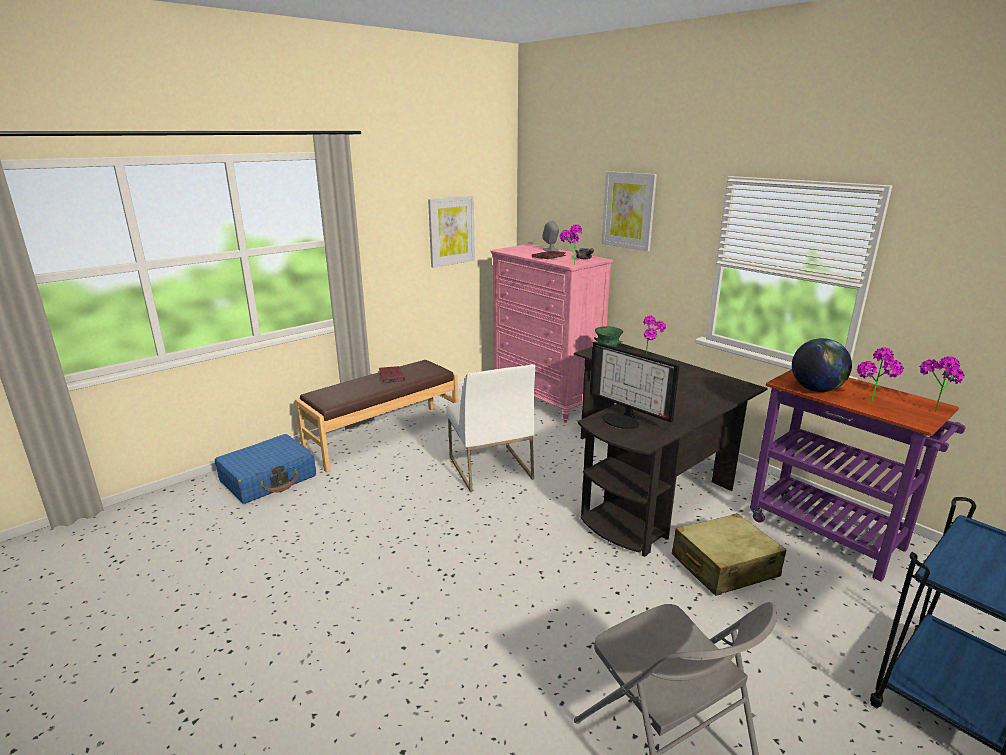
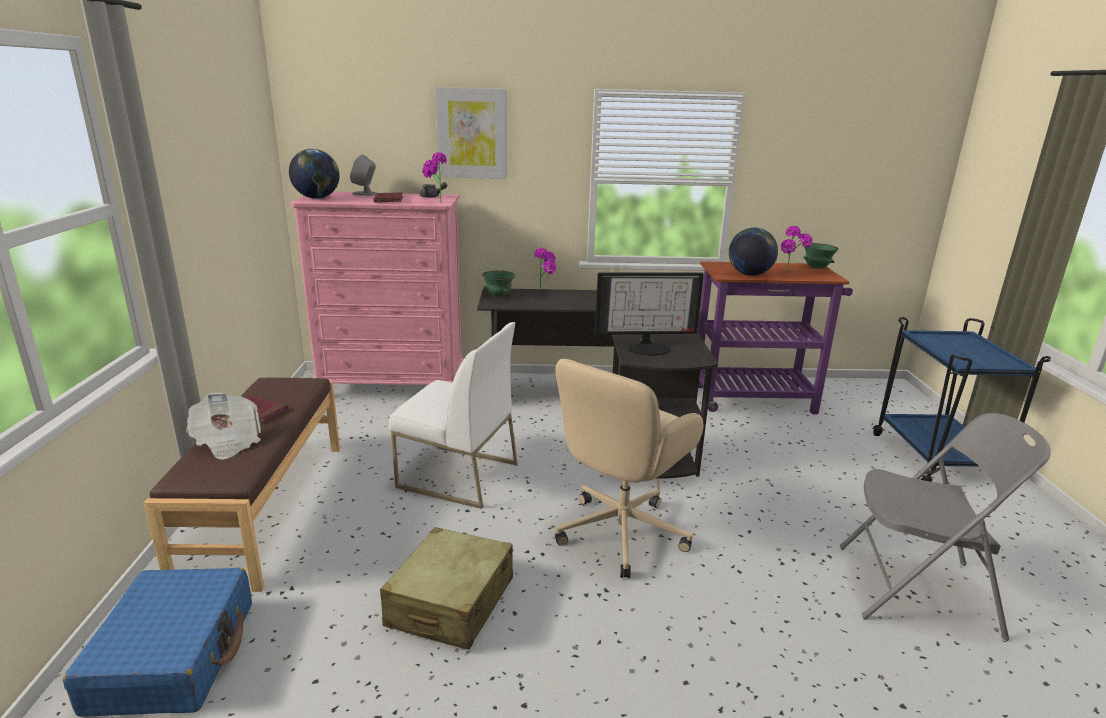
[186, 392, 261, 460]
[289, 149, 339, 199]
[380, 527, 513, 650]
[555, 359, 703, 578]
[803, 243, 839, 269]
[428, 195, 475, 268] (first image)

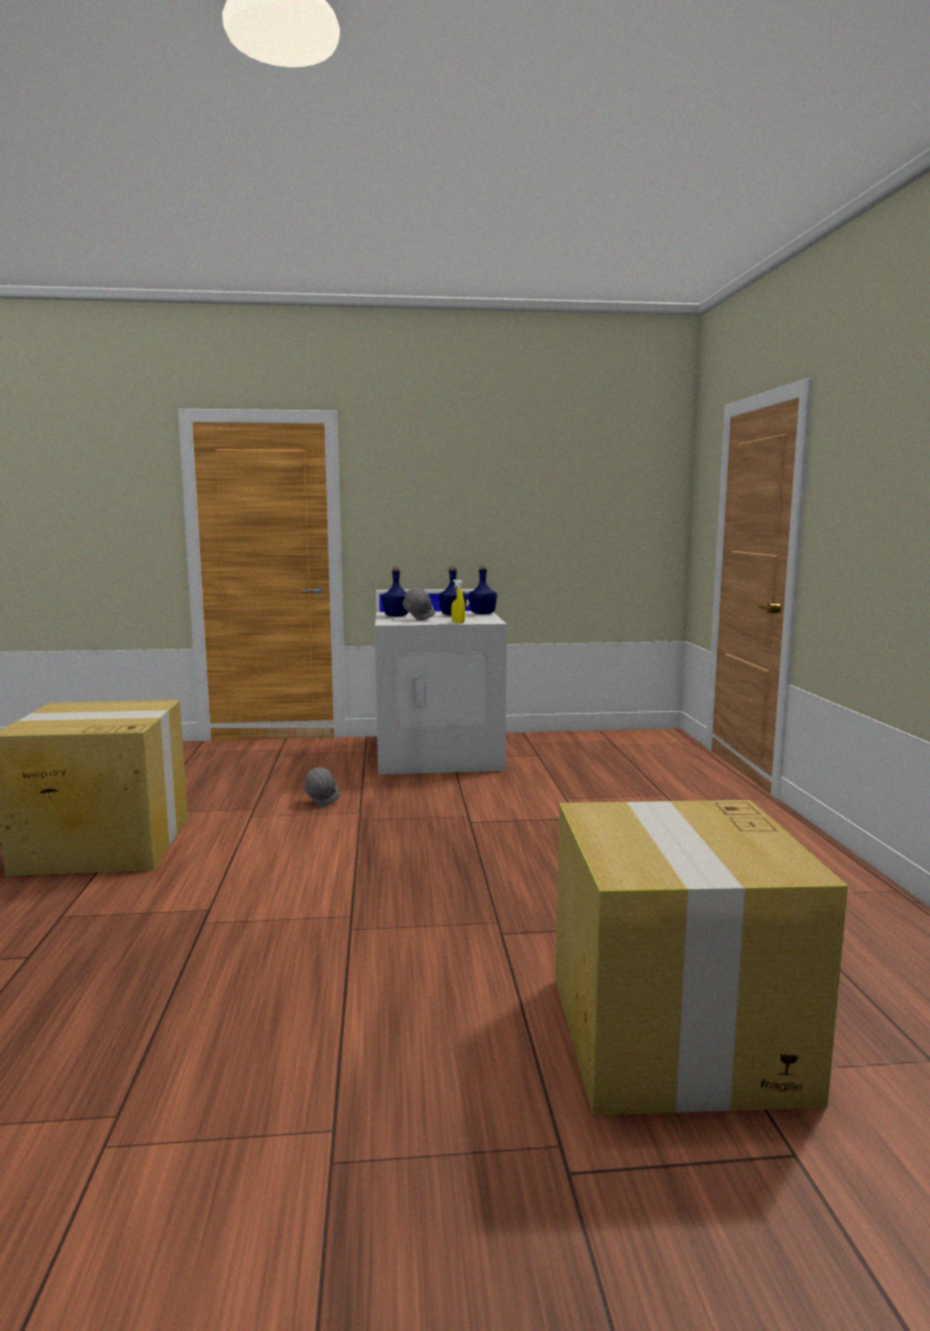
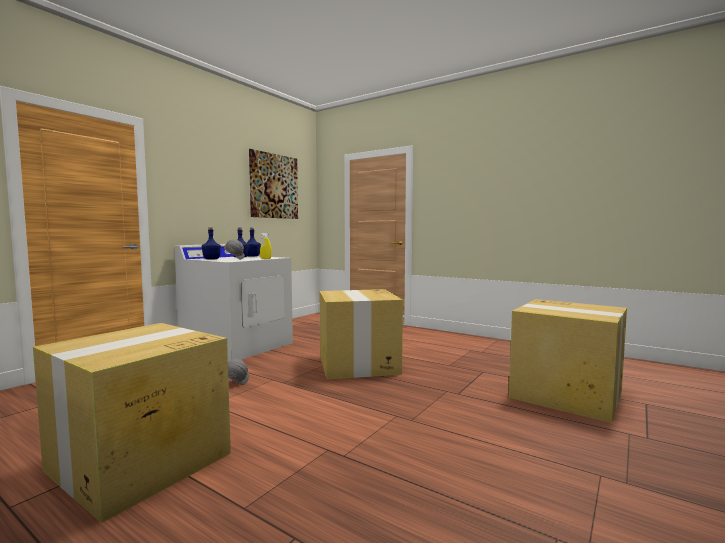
[249, 149, 298, 219]
[320, 289, 403, 380]

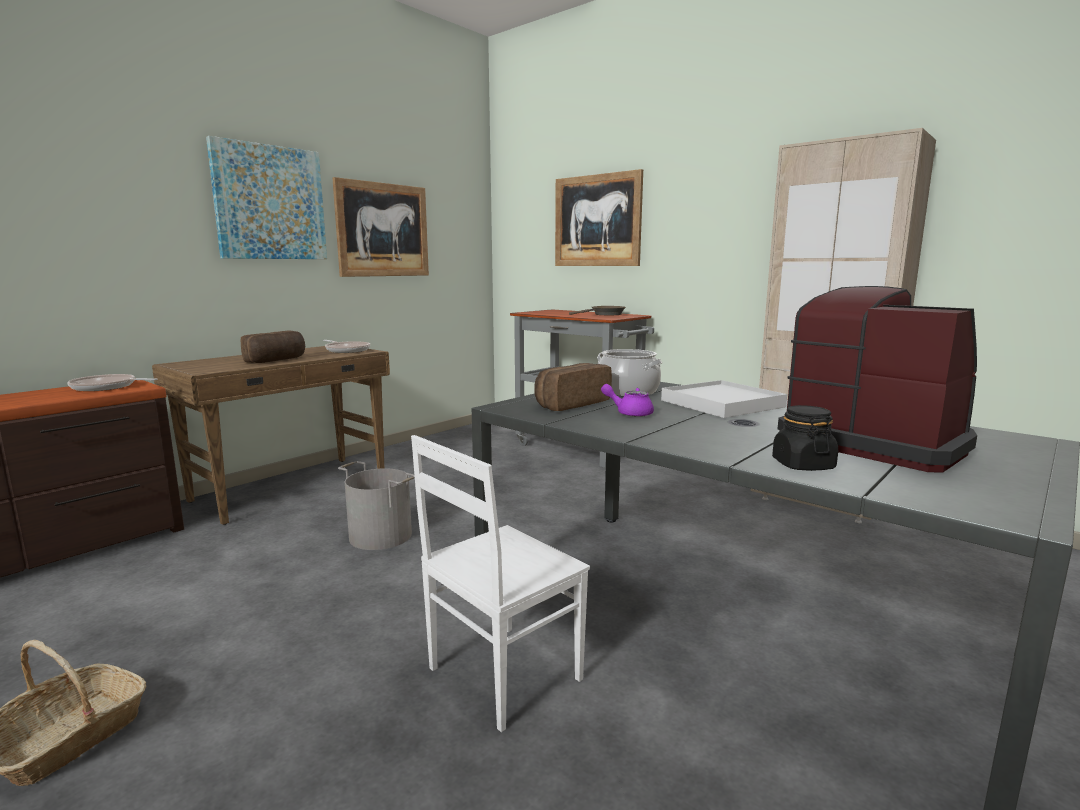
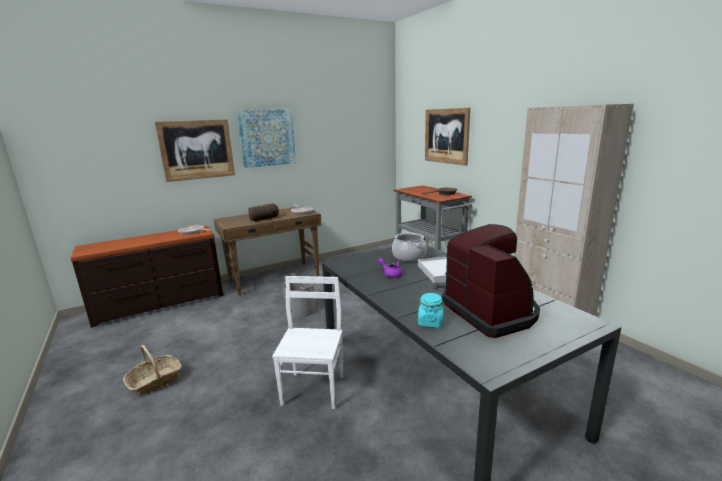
[155, 119, 235, 182]
[272, 276, 343, 409]
[418, 293, 444, 328]
[534, 363, 612, 411] (first image)

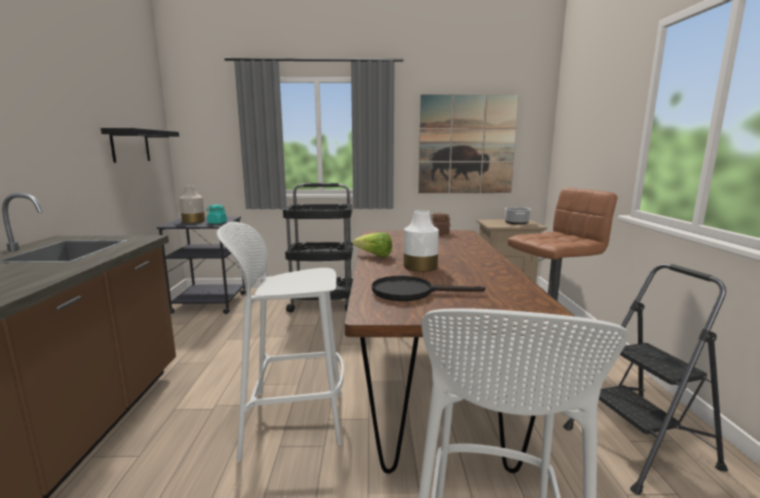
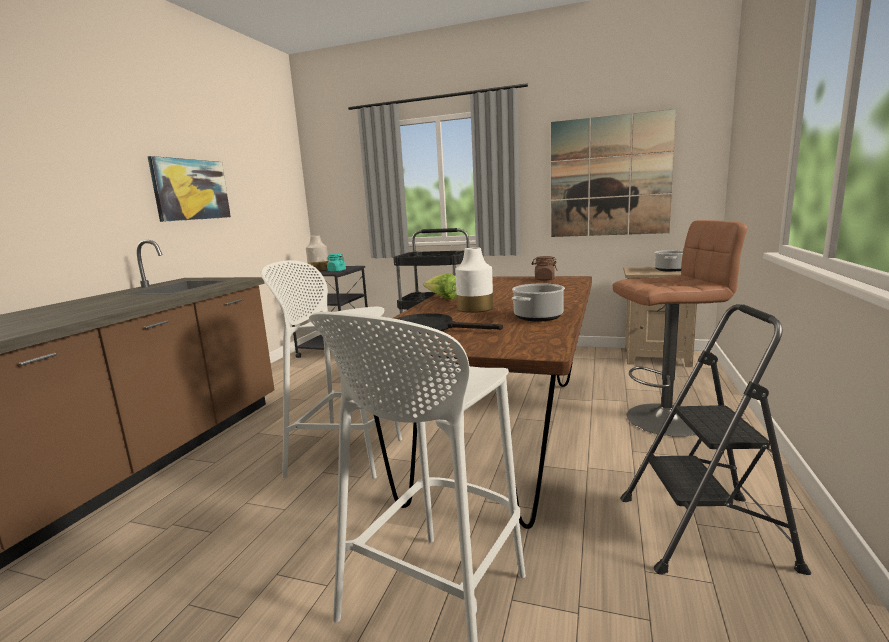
[148, 156, 231, 222]
[512, 283, 565, 322]
[101, 128, 179, 163] (first image)

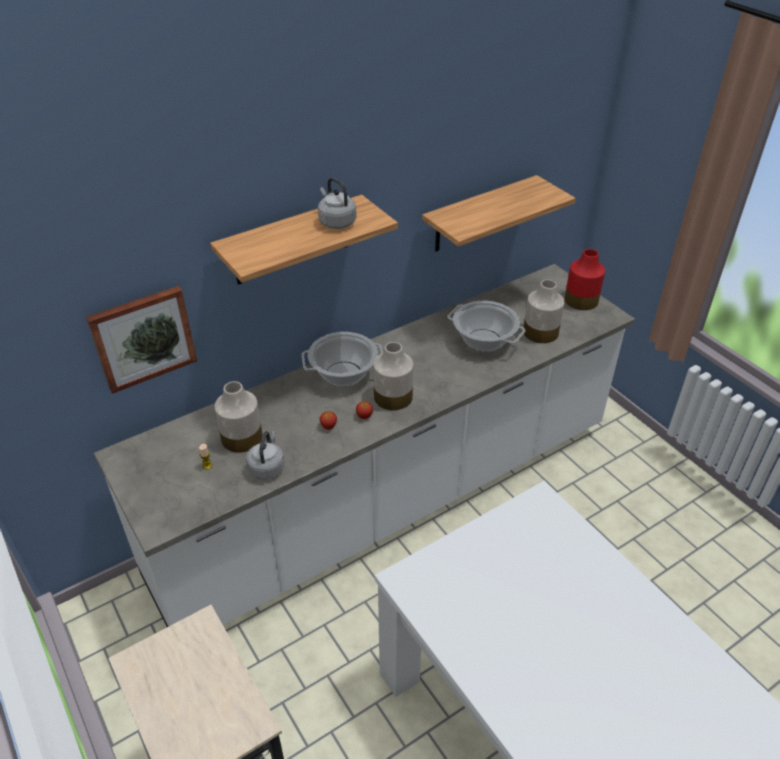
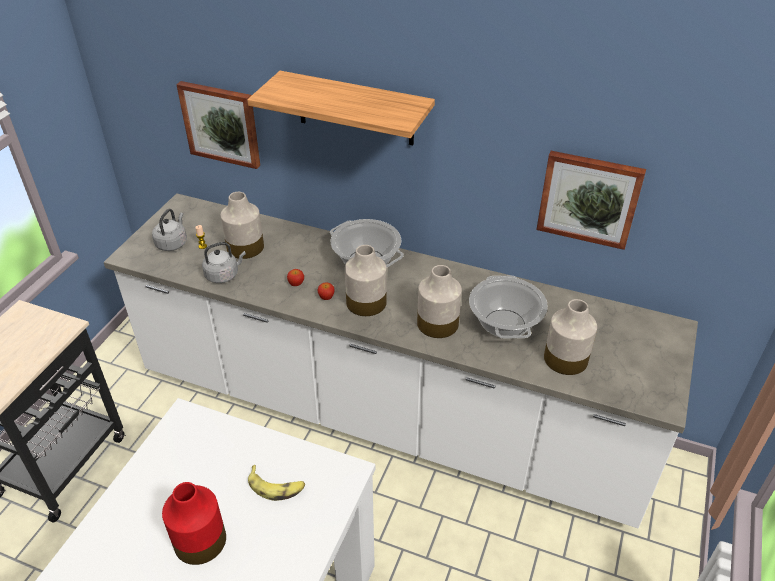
[152, 209, 187, 251]
[162, 482, 226, 565]
[248, 465, 305, 501]
[417, 265, 462, 338]
[536, 151, 646, 250]

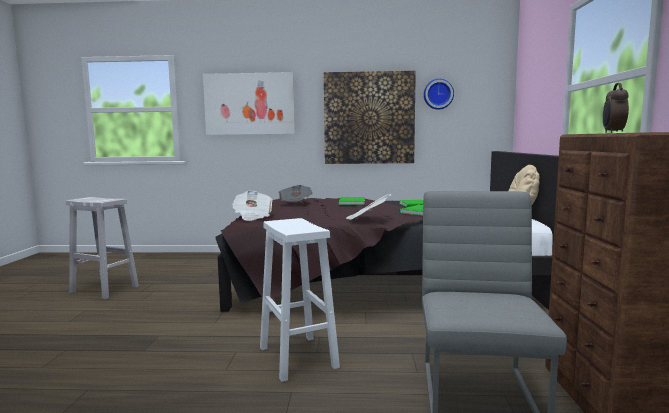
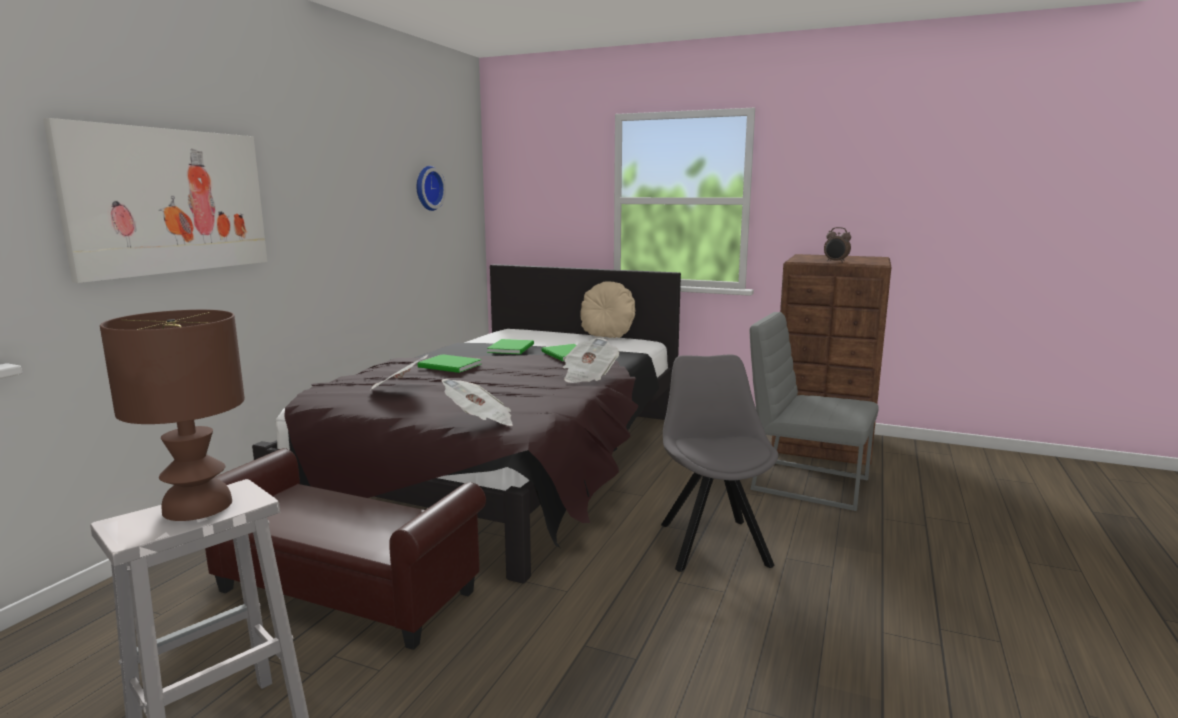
[100, 310, 245, 521]
[205, 448, 486, 650]
[661, 355, 778, 572]
[324, 71, 416, 164] (first image)

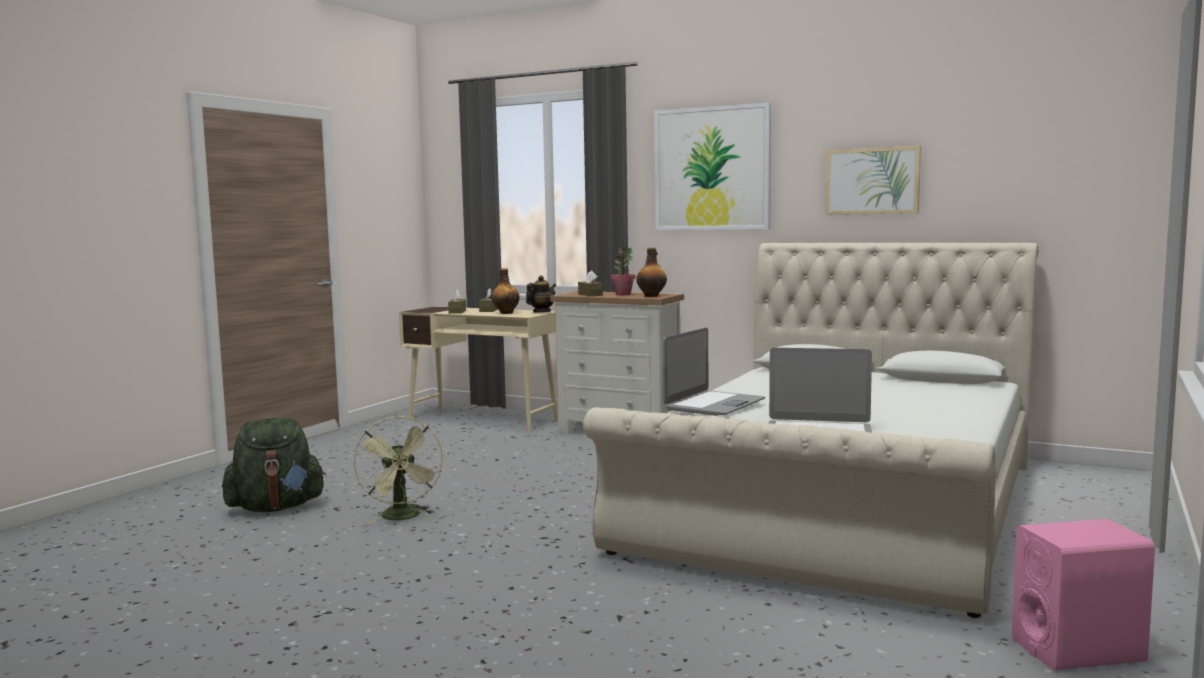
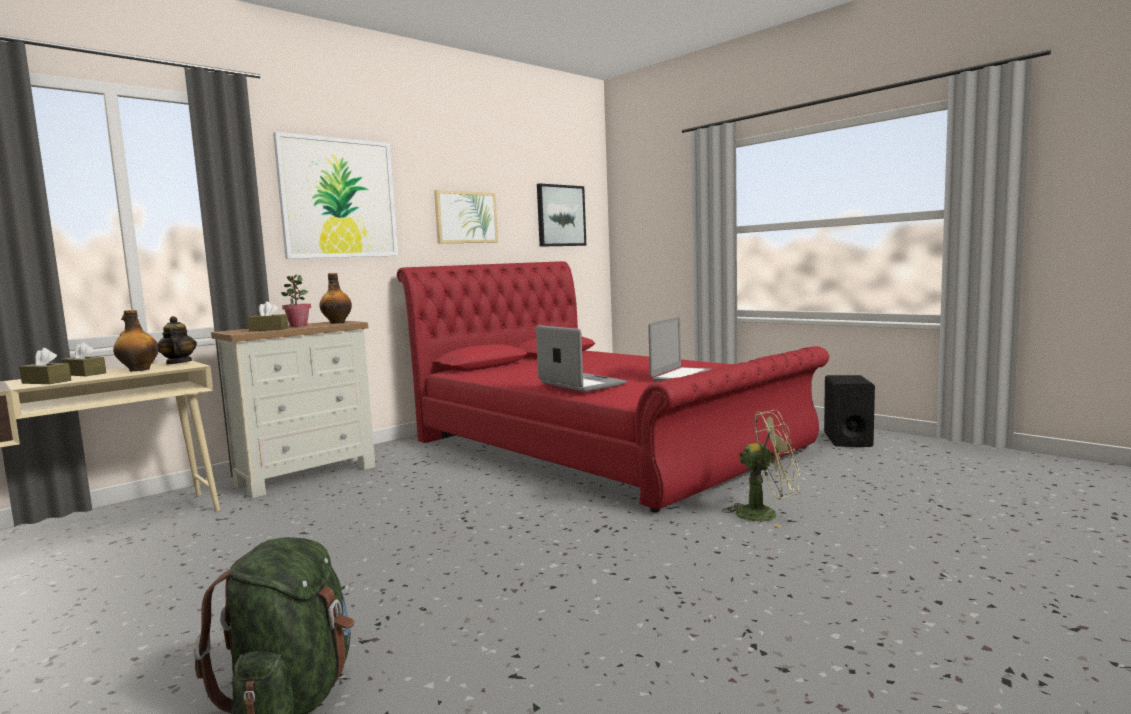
[397, 261, 829, 512]
[537, 183, 586, 247]
[722, 409, 800, 528]
[824, 375, 875, 447]

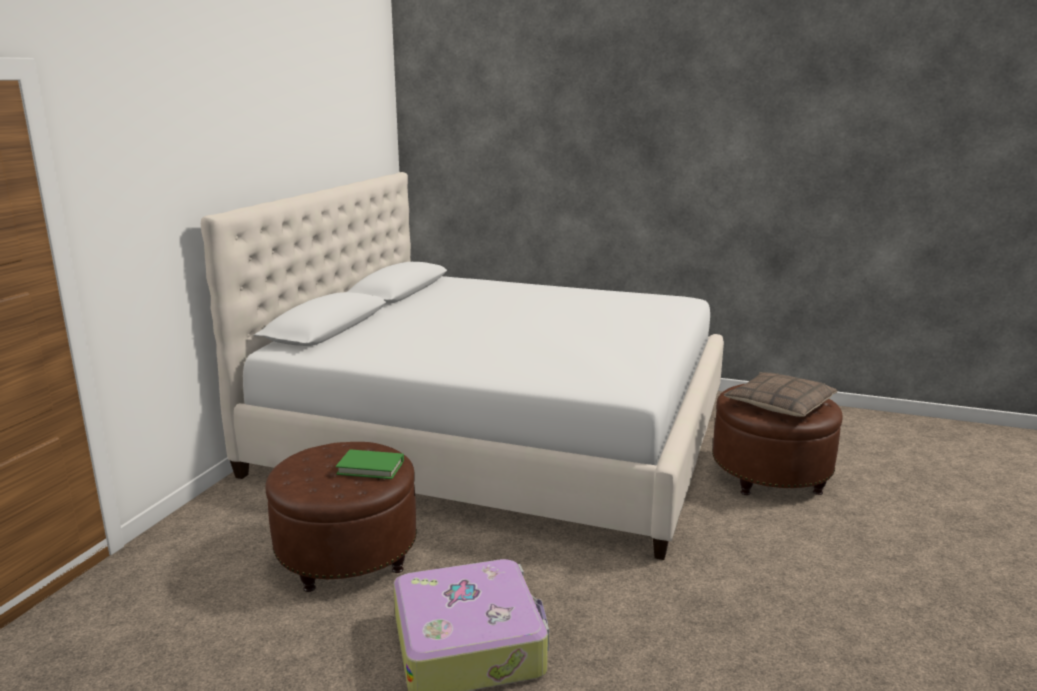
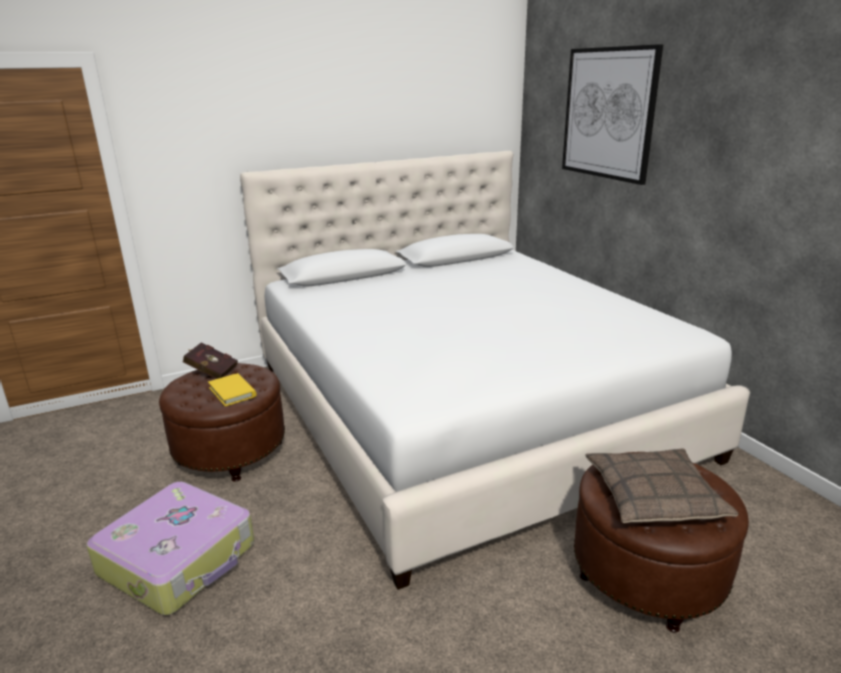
[183, 343, 238, 379]
[208, 373, 257, 407]
[562, 44, 663, 185]

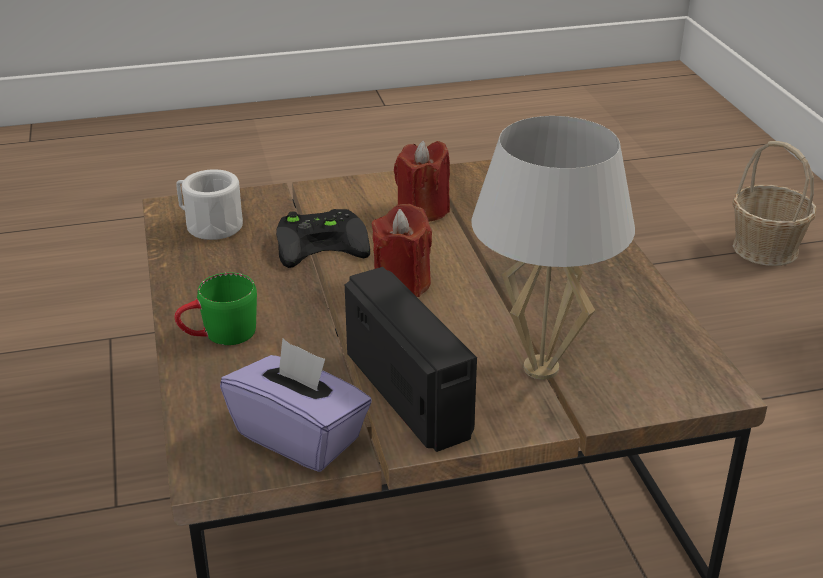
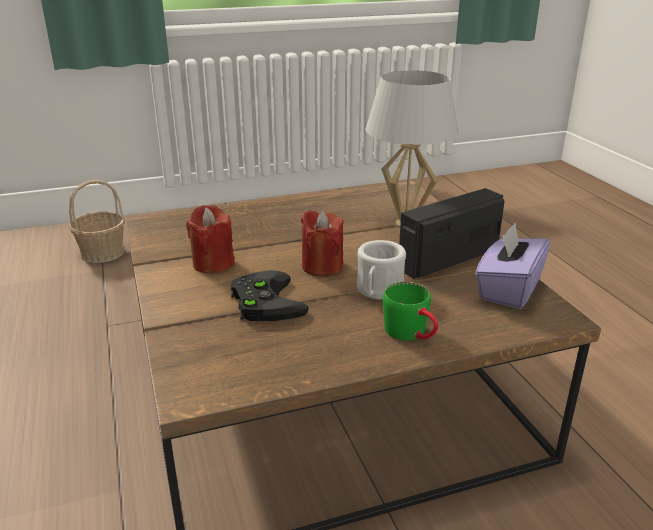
[357, 240, 406, 300]

